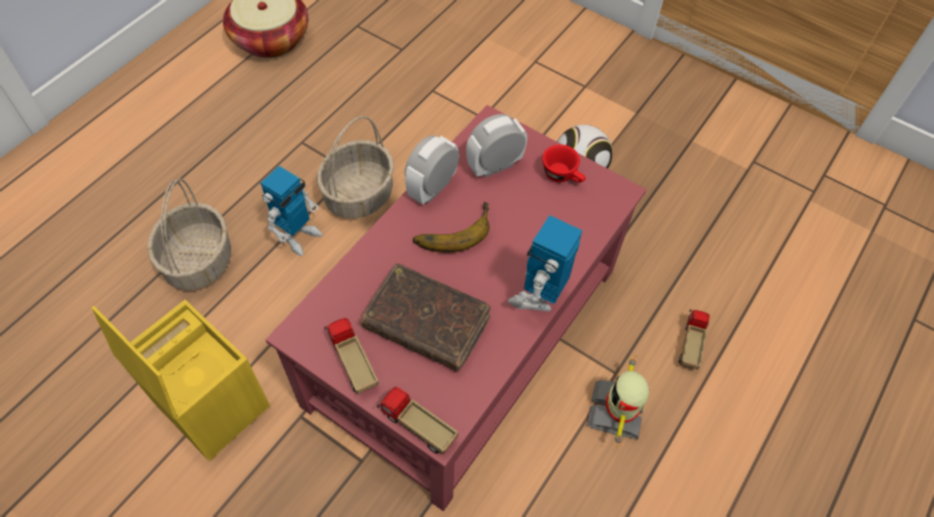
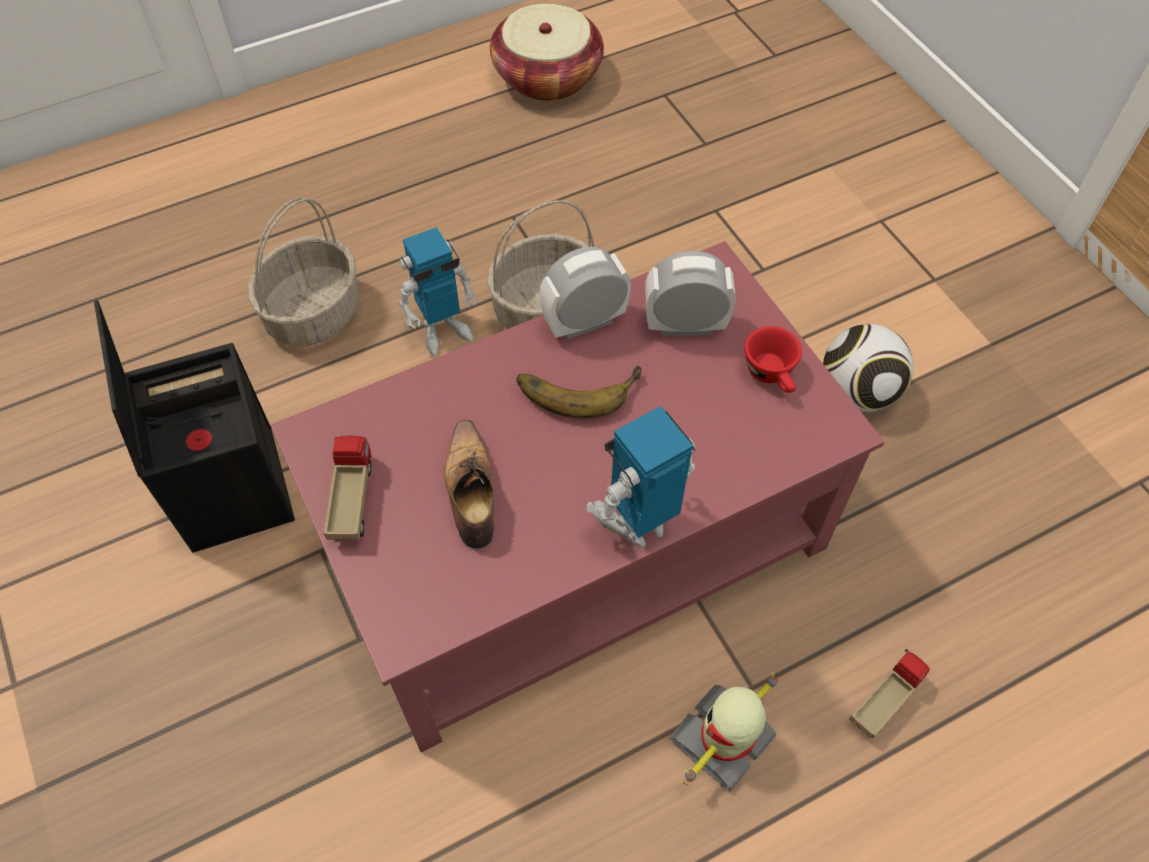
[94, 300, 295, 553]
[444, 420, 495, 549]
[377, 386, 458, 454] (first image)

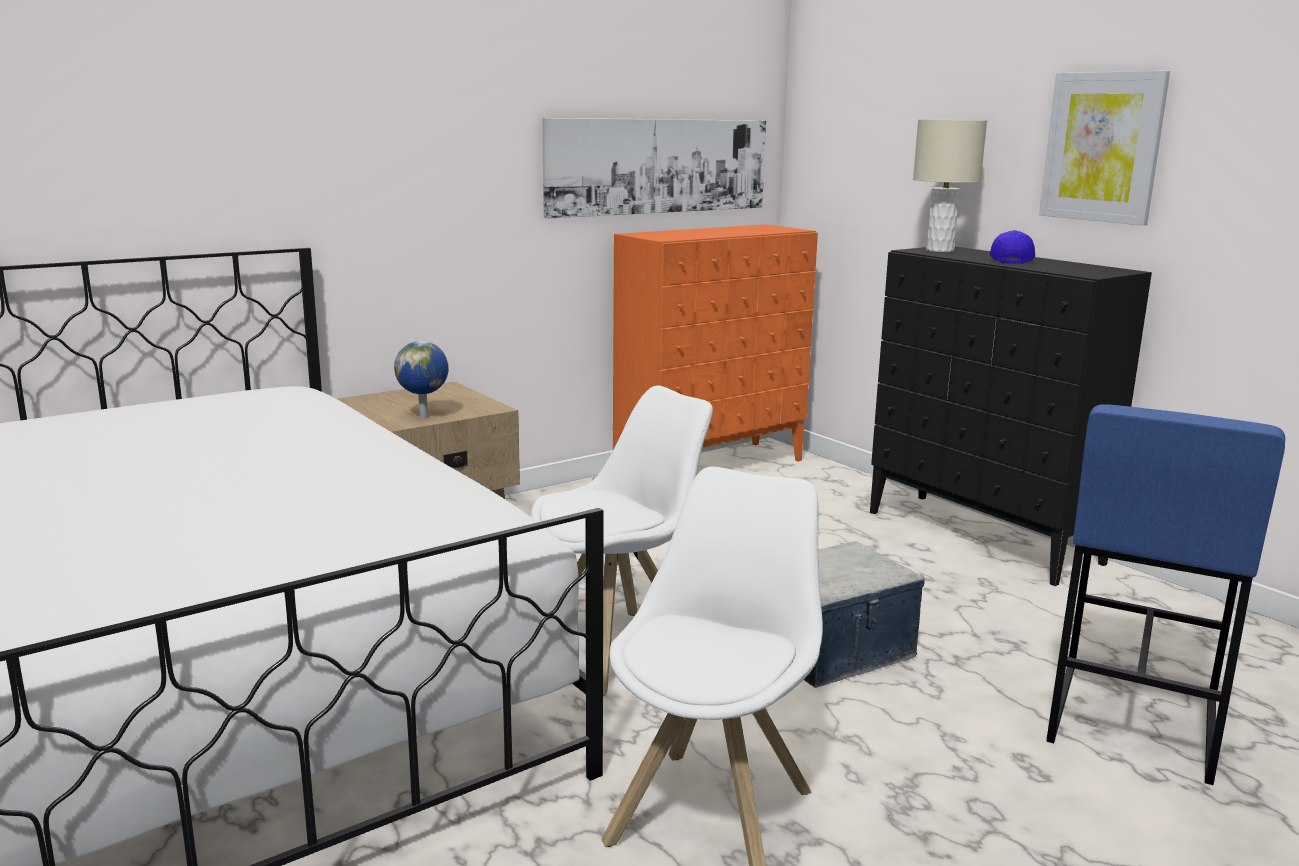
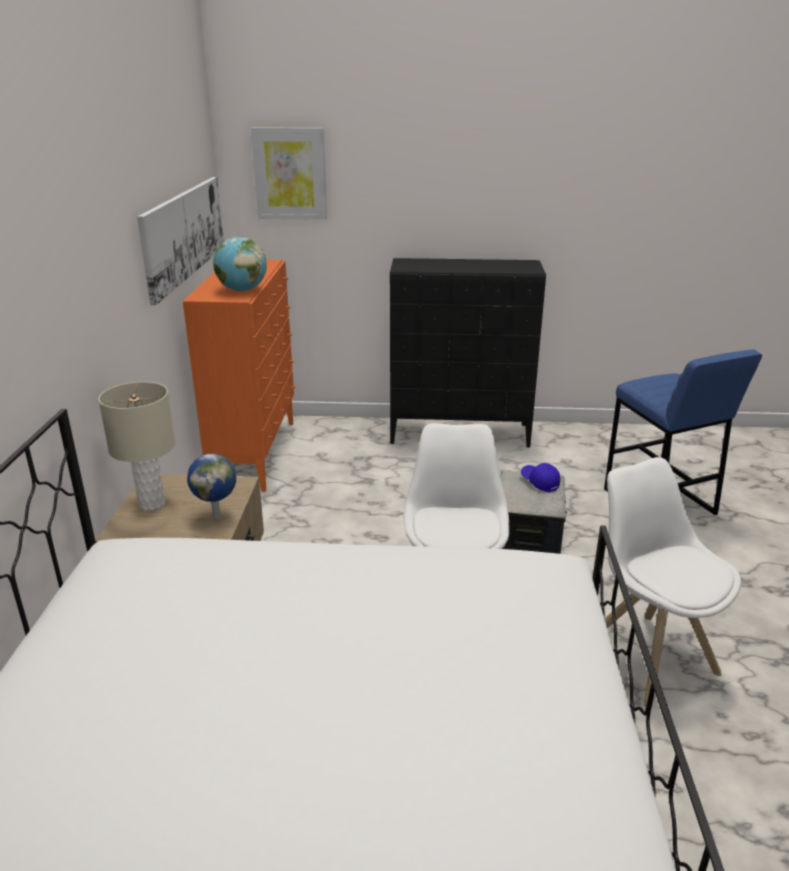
[98, 382, 175, 511]
[213, 237, 267, 291]
[251, 127, 327, 220]
[521, 463, 560, 492]

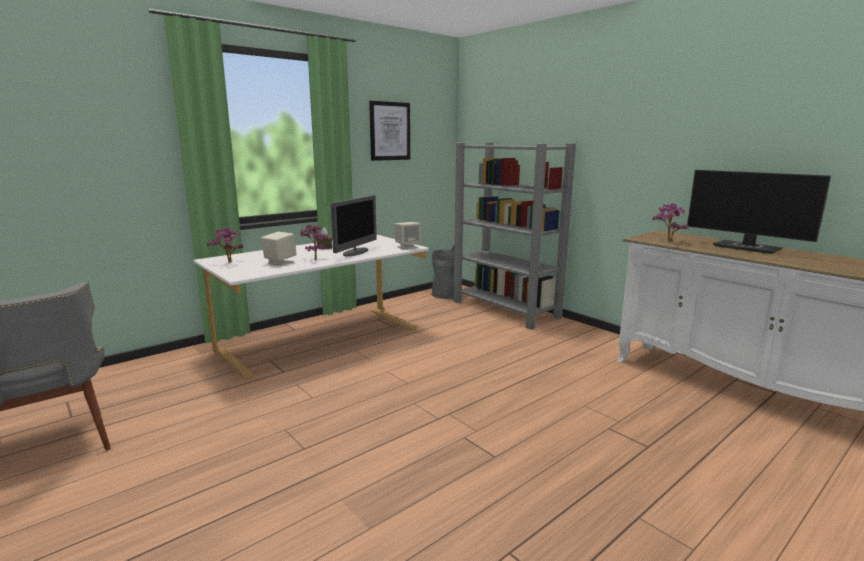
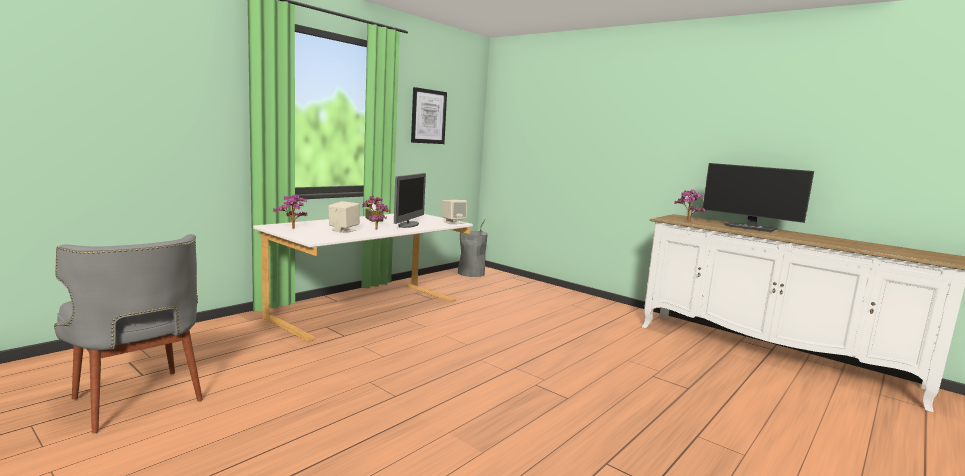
[453, 142, 576, 329] (first image)

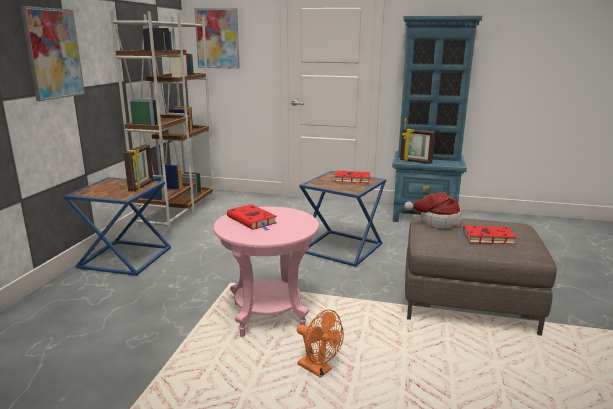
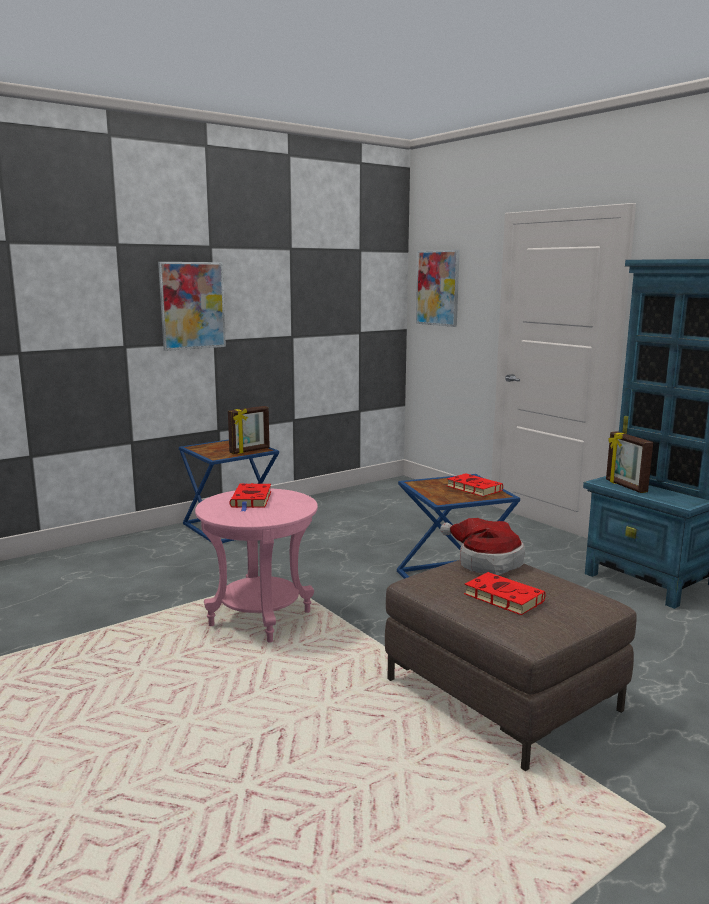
[110, 11, 215, 233] (first image)
[297, 310, 344, 378] (first image)

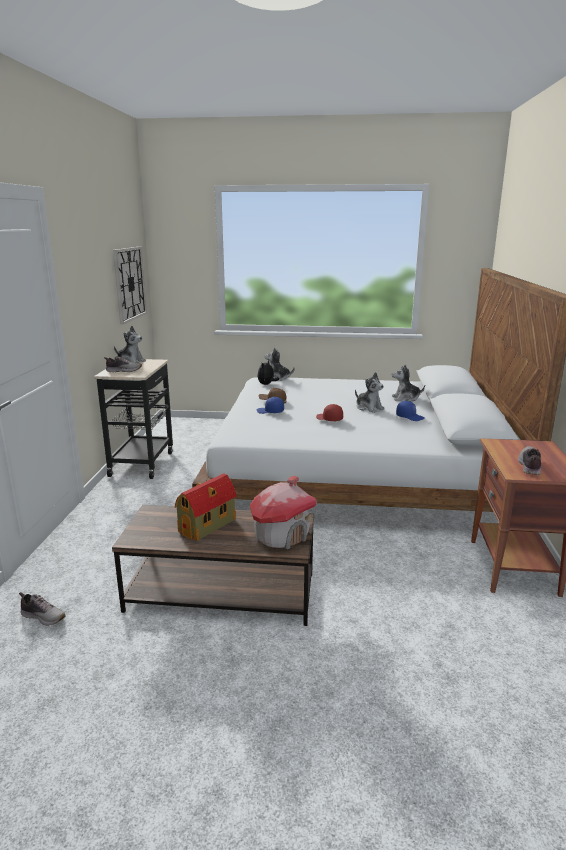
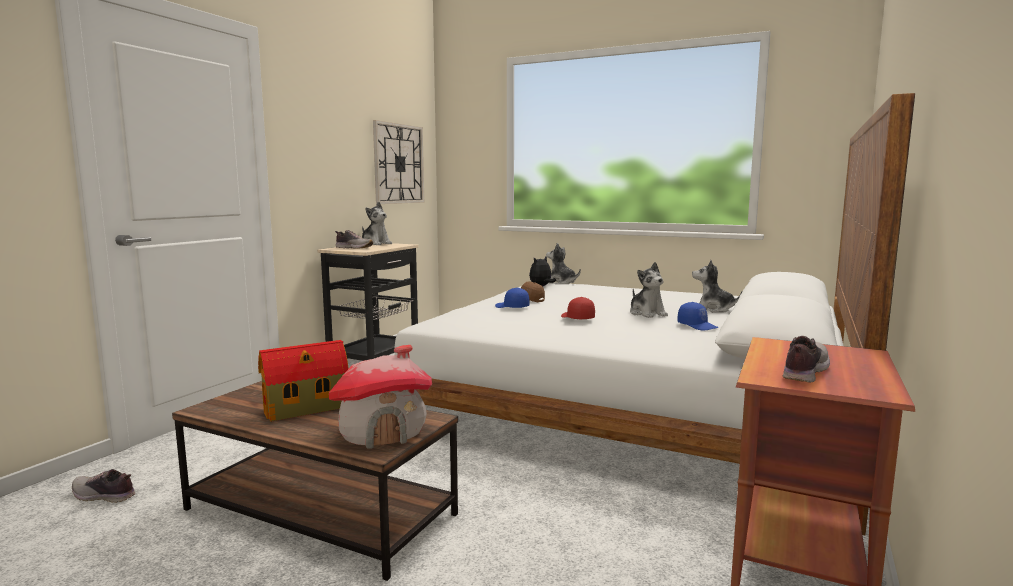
[72, 469, 135, 503]

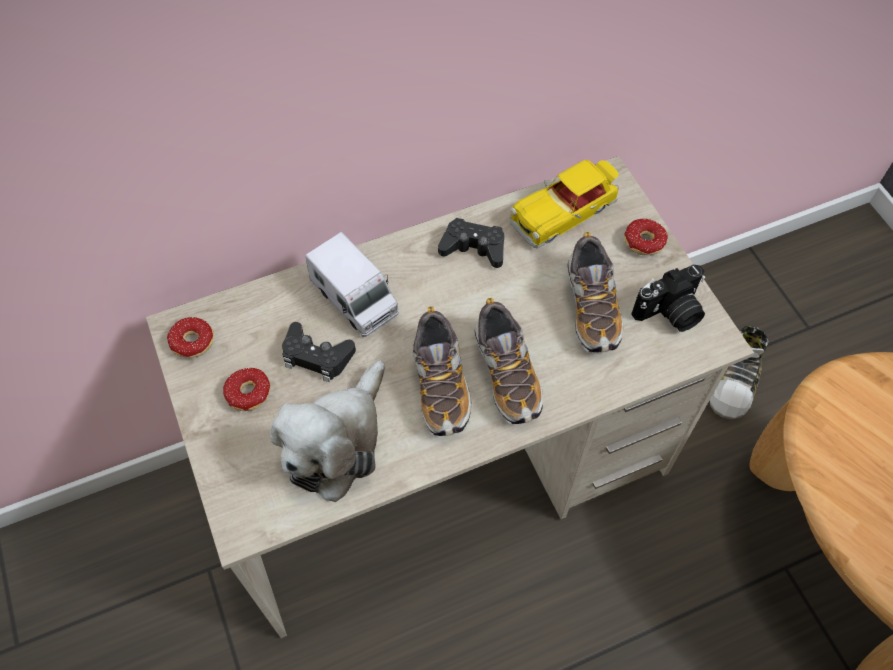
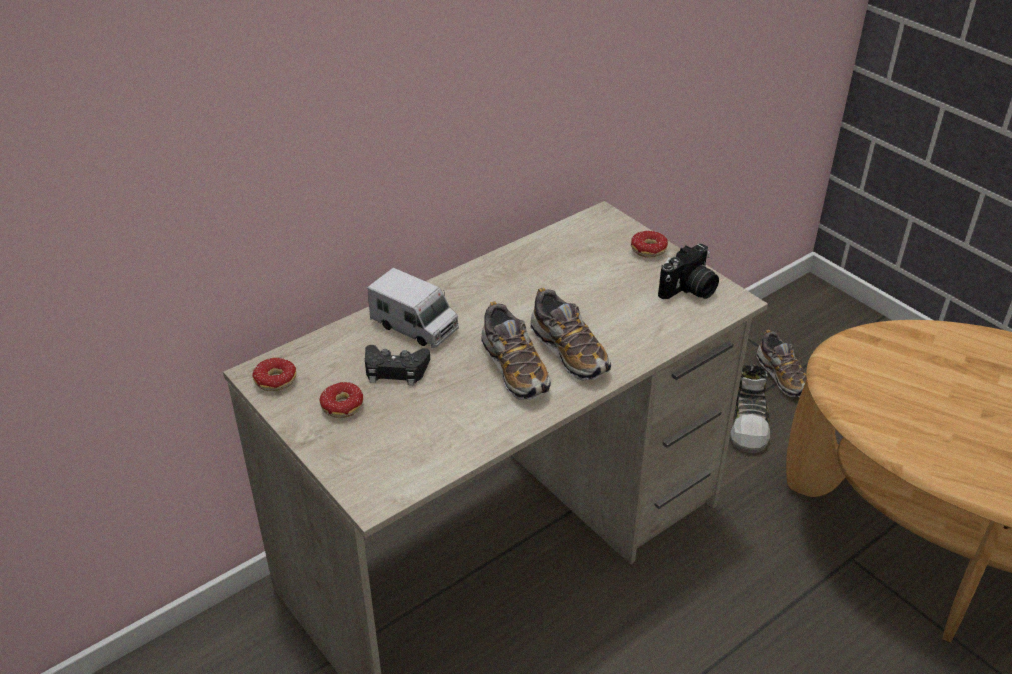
[756, 330, 807, 397]
[271, 361, 385, 502] (first image)
[438, 218, 504, 268] (first image)
[510, 160, 619, 249] (first image)

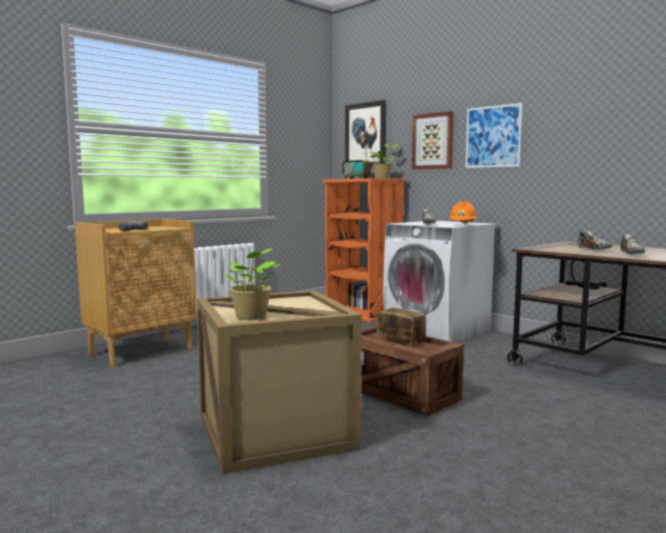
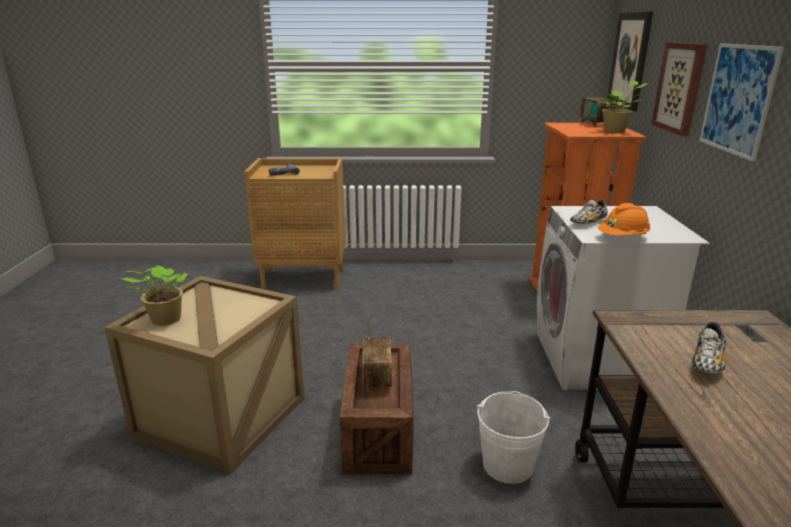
[477, 391, 550, 484]
[620, 234, 645, 255] (first image)

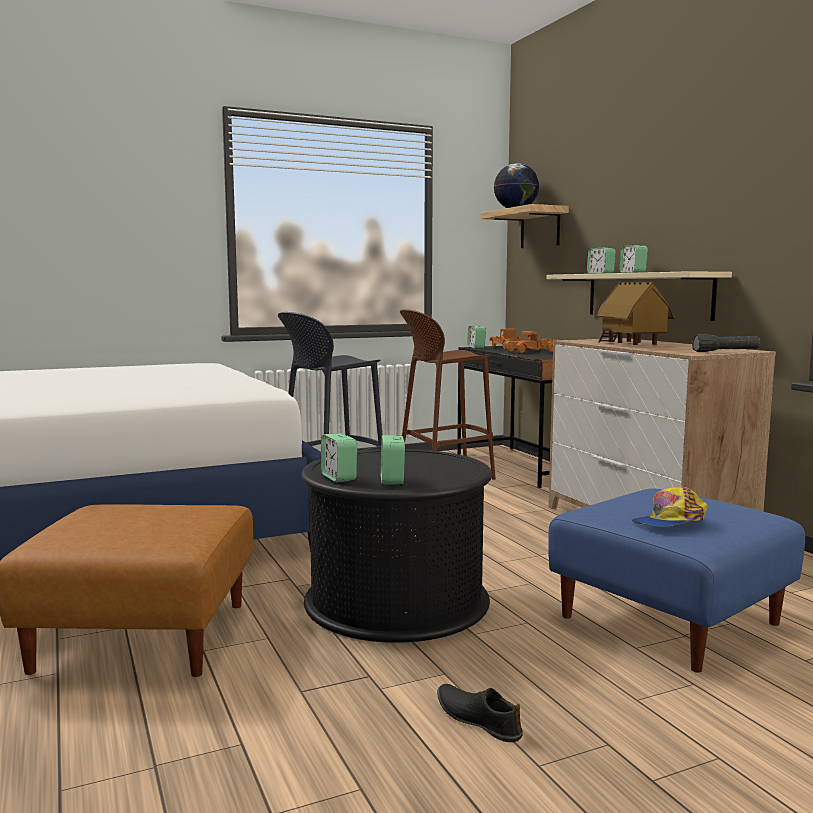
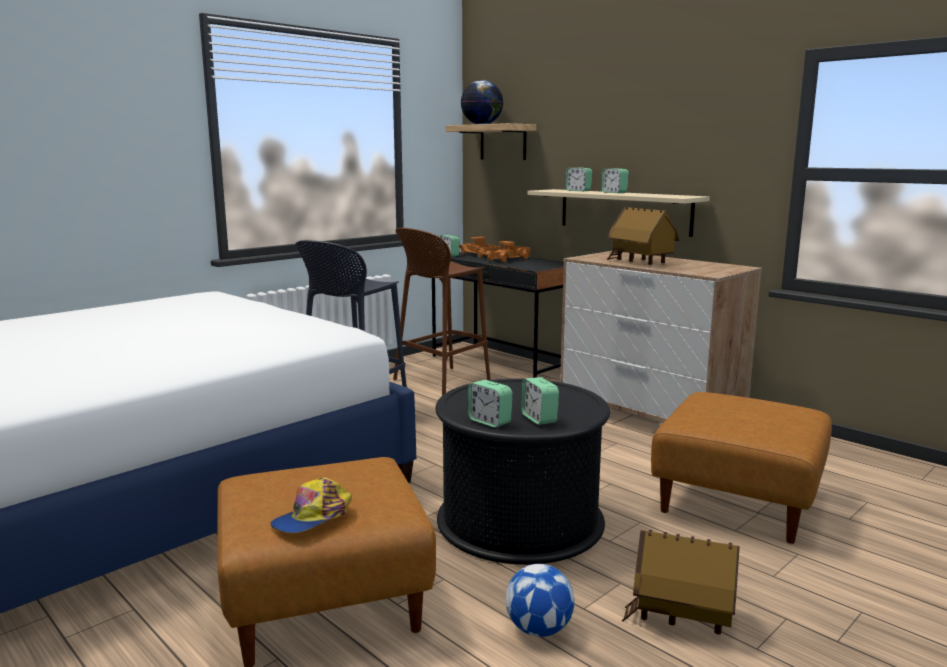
[270, 477, 352, 533]
[505, 564, 575, 637]
[622, 530, 740, 634]
[651, 392, 832, 544]
[692, 334, 760, 352] (first image)

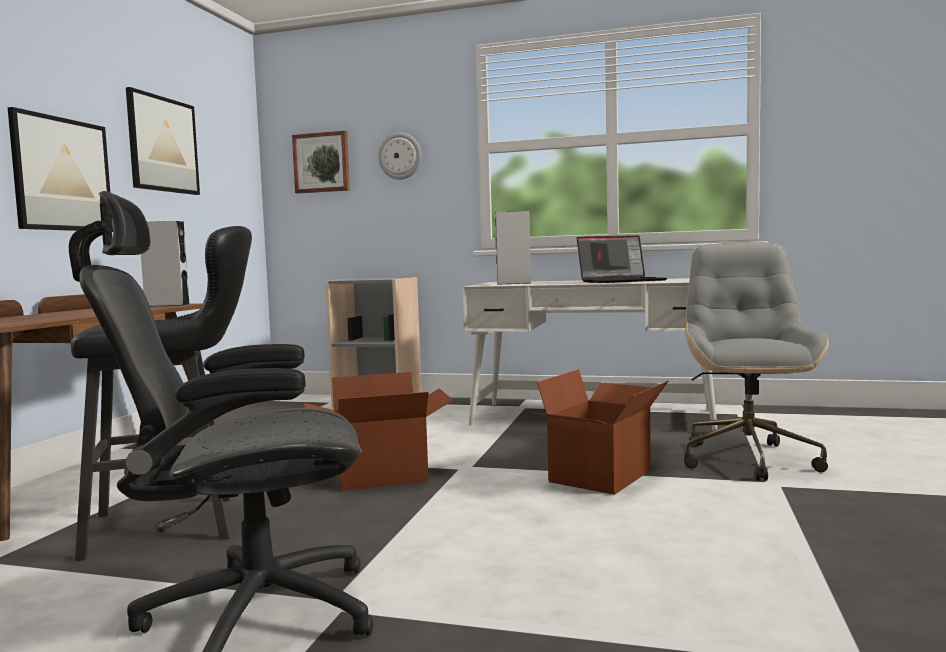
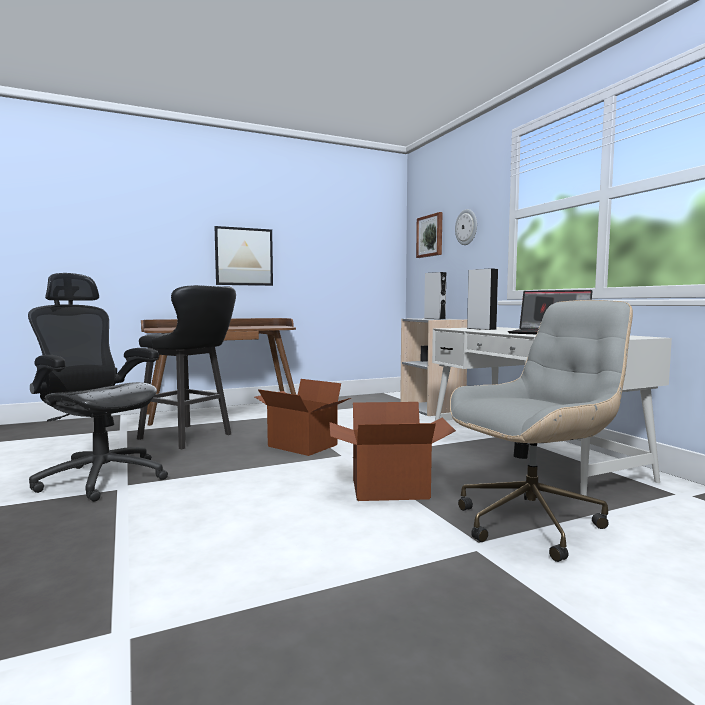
[424, 272, 446, 319]
[126, 87, 200, 195] (first image)

